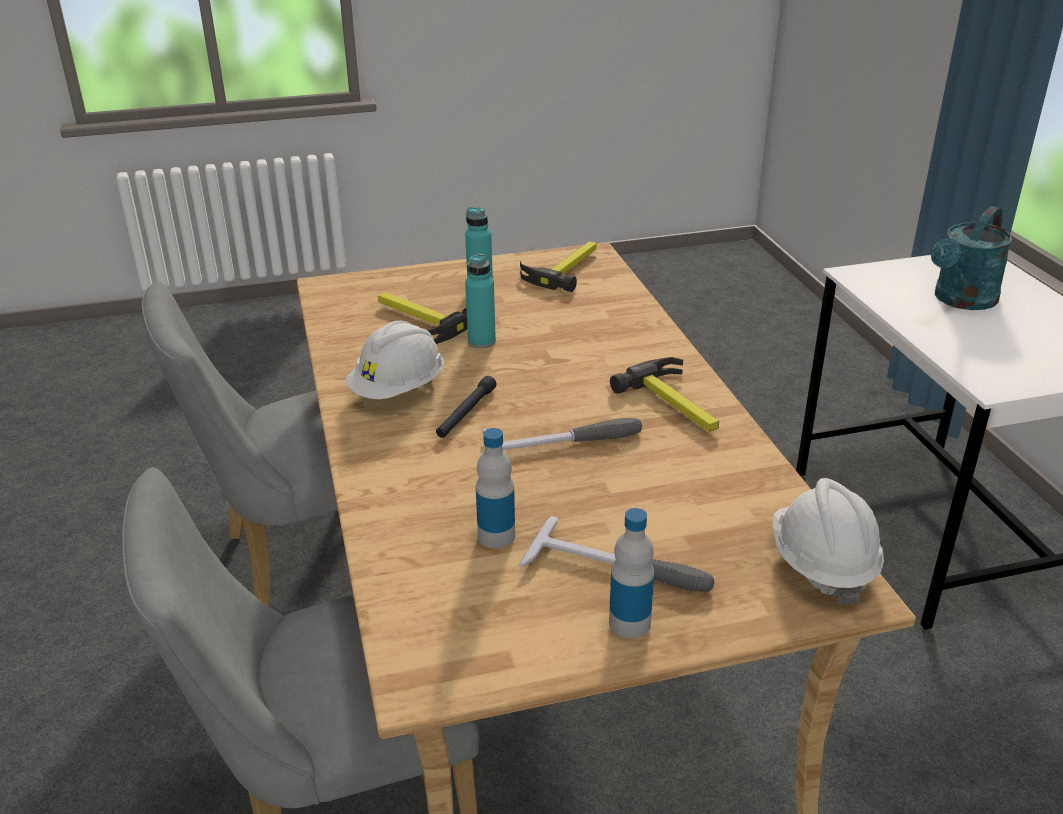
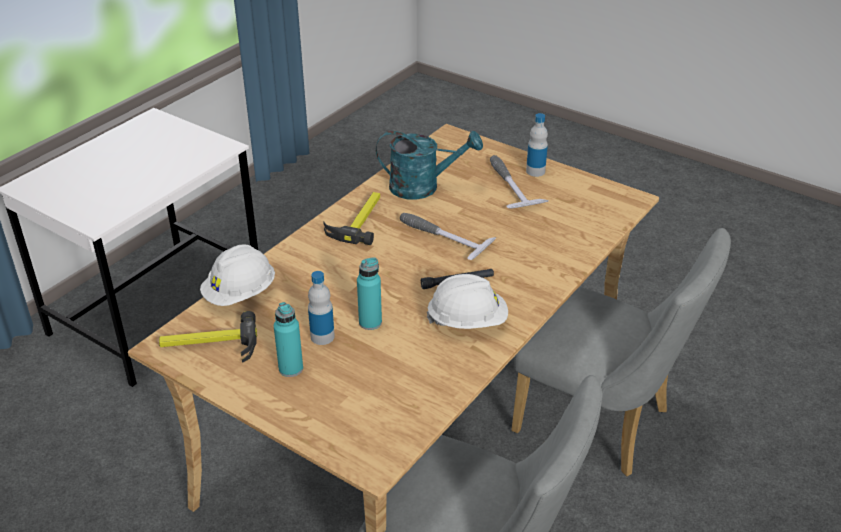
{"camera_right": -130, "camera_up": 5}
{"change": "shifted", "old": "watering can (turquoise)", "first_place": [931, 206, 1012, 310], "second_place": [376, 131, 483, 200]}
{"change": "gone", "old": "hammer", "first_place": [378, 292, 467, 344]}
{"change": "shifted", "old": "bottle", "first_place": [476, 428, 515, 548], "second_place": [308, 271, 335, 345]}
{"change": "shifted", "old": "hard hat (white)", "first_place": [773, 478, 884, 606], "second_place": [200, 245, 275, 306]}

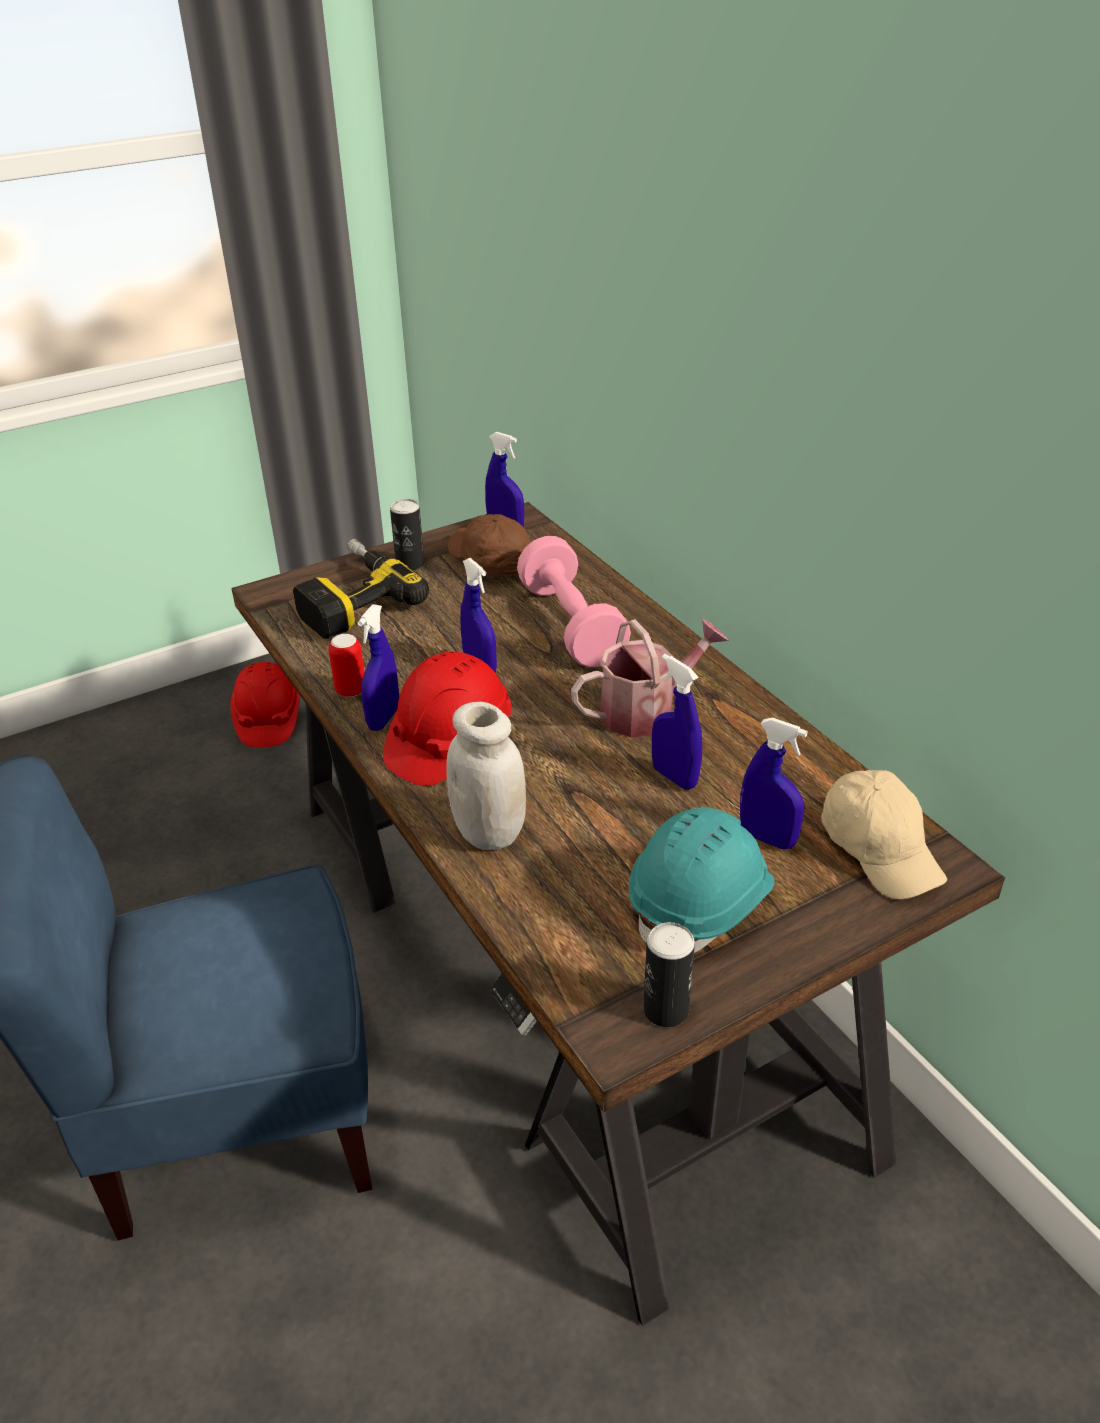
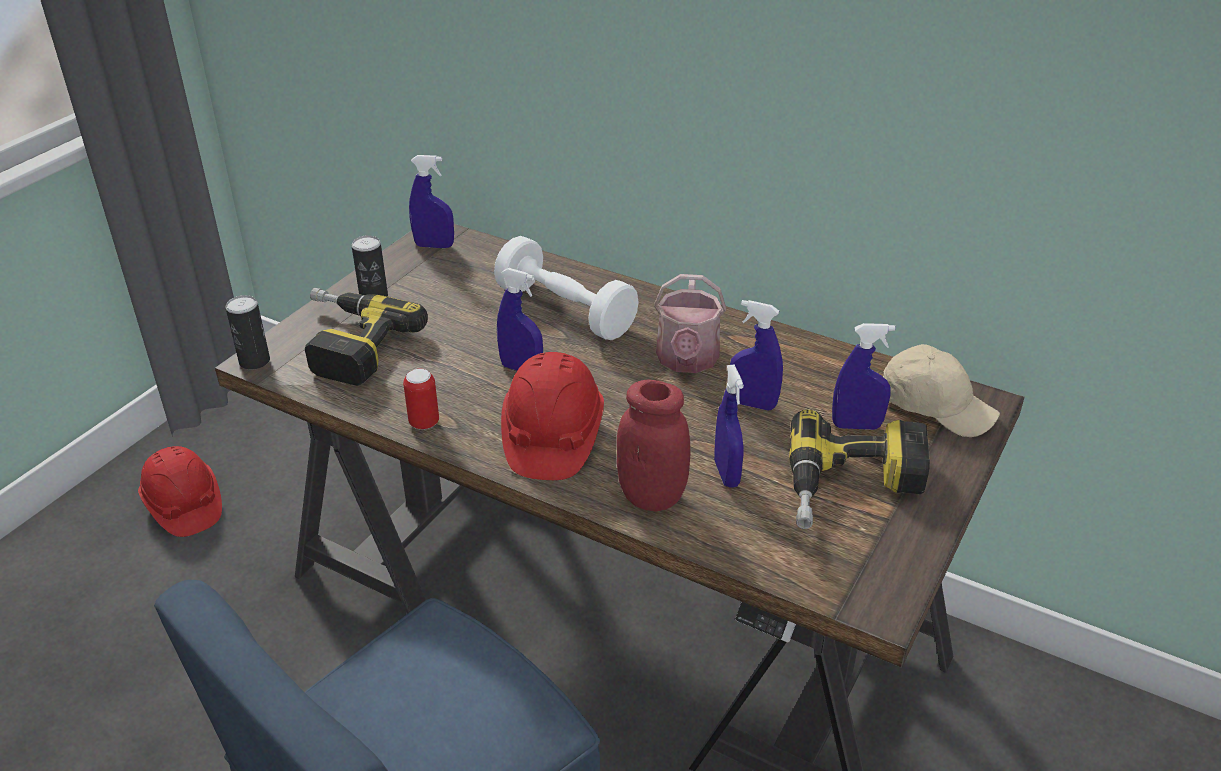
{"camera_right": -30, "camera_up": 0}
{"change": "gone", "old": "cap (brown)", "first_place": [448, 514, 530, 577]}
{"change": "repainted", "old": "dumbbell (pink)", "new": "dumbbell (white)", "first_place": [517, 536, 631, 667], "second_place": [494, 236, 639, 340]}
{"change": "shifted", "old": "spray bottle (blue)", "first_place": [358, 604, 399, 731], "second_place": [714, 365, 744, 488]}
{"change": "rotated", "old": "watering can", "first_place": [571, 619, 729, 737], "second_place": [654, 274, 726, 373], "degrees": 150}
{"change": "repainted", "old": "jar (white)", "new": "jar (red)", "first_place": [446, 702, 526, 850], "second_place": [617, 379, 691, 512]}
{"change": "swapped", "old": "hard hat (turquoise)", "new": "power drill", "first_place": [629, 807, 775, 953], "second_place": [789, 409, 930, 529]}
{"change": "shifted", "old": "can", "first_place": [643, 922, 695, 1027], "second_place": [225, 295, 270, 370]}

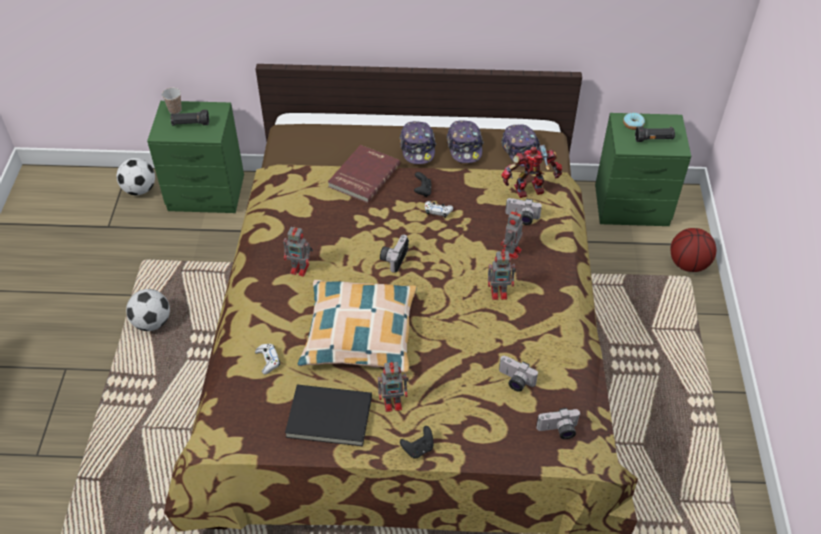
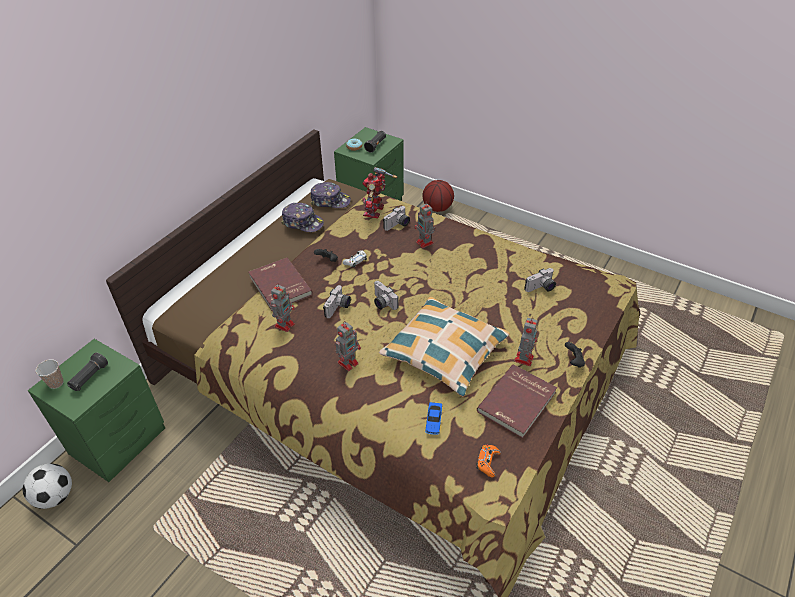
{"camera_right": -60, "camera_up": -5}
{"change": "gone", "old": "cap", "first_place": [400, 121, 436, 164]}
{"change": "shifted", "old": "toy robot", "first_place": [488, 249, 516, 300], "second_place": [271, 283, 295, 332]}
{"change": "gone", "old": "football", "first_place": [126, 289, 170, 331]}
{"change": "swapped", "old": "game controller (white)", "new": "toy car", "first_place": [255, 344, 280, 374], "second_place": [425, 402, 442, 435]}
{"change": "repainted", "old": "book (black)", "new": "book (red)", "first_place": [285, 385, 372, 446], "second_place": [477, 364, 557, 438]}
{"change": "shifted", "old": "photo camera", "first_place": [536, 408, 581, 439], "second_place": [323, 285, 351, 318]}
{"change": "new", "new": "game controller (orange)", "second_place": [476, 444, 501, 477]}

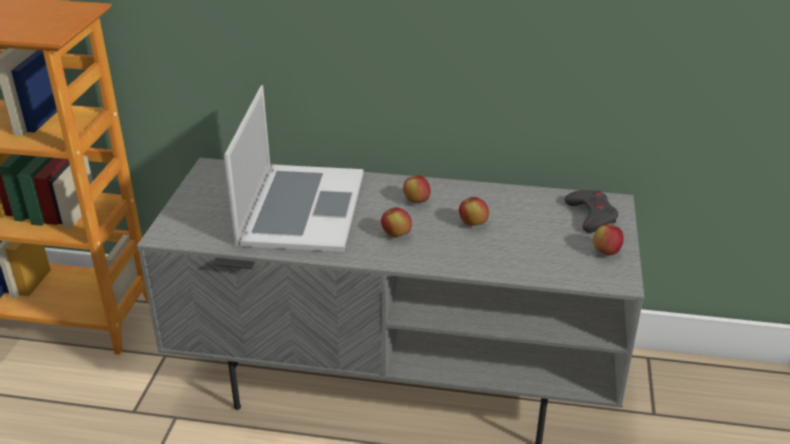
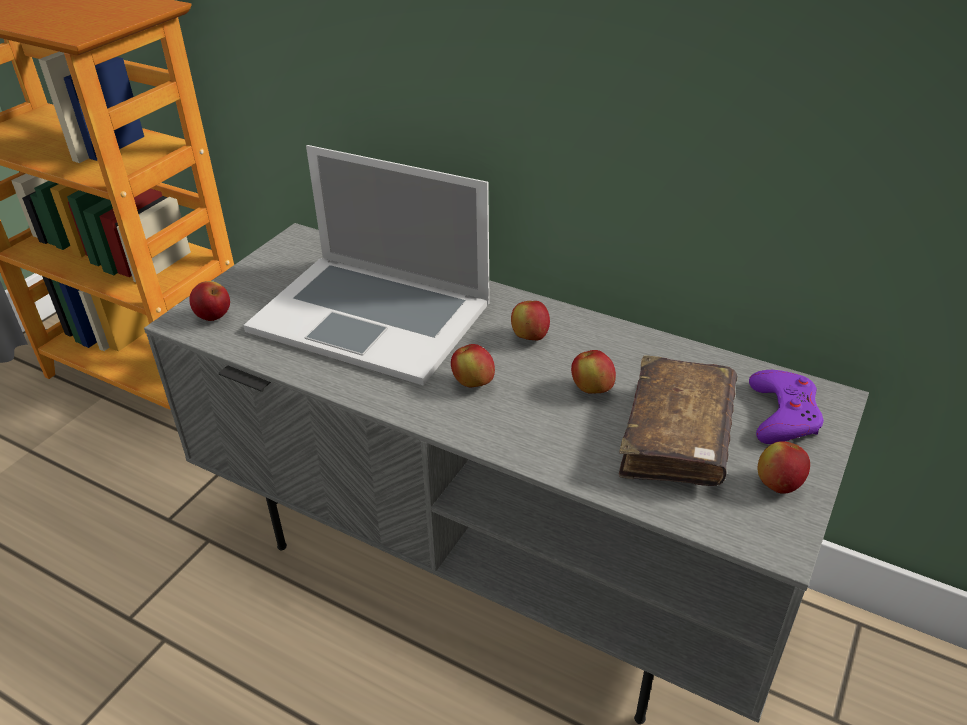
{"camera_right": 20, "camera_up": 5}
{"change": "rotated", "old": "laptop", "first_place": [224, 85, 364, 252], "second_place": [243, 145, 490, 386], "degrees": 90}
{"change": "repainted", "old": "game controller (grey)", "new": "game controller (purple)", "first_place": [565, 190, 618, 233], "second_place": [749, 370, 824, 444]}
{"change": "new", "new": "apple", "second_place": [189, 281, 230, 321]}
{"change": "new", "new": "book (brown)", "second_place": [619, 355, 738, 486]}

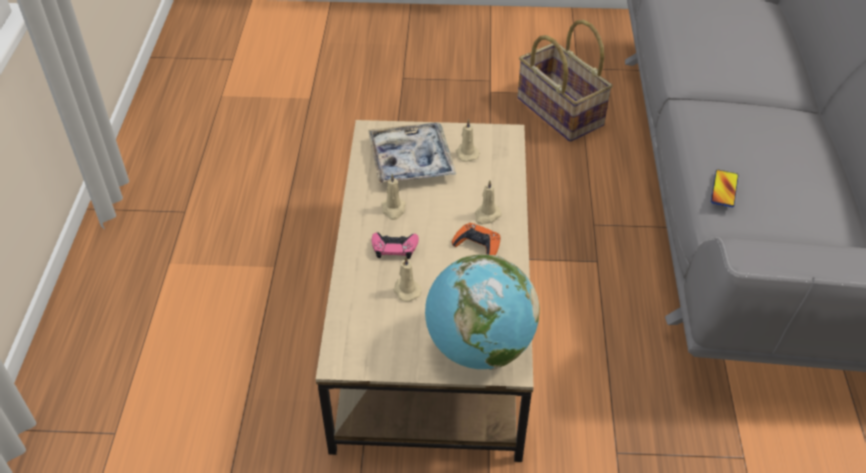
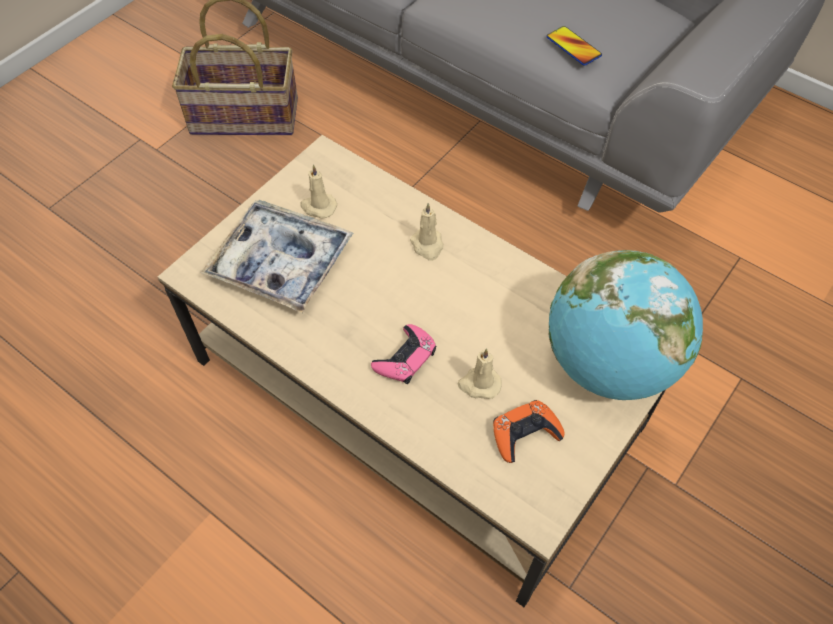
{"camera_right": -55, "camera_up": 10}
{"change": "gone", "old": "candle (beige)", "first_place": [382, 174, 406, 220]}
{"change": "shifted", "old": "game controller (orange)", "first_place": [452, 223, 500, 255], "second_place": [493, 400, 565, 463]}

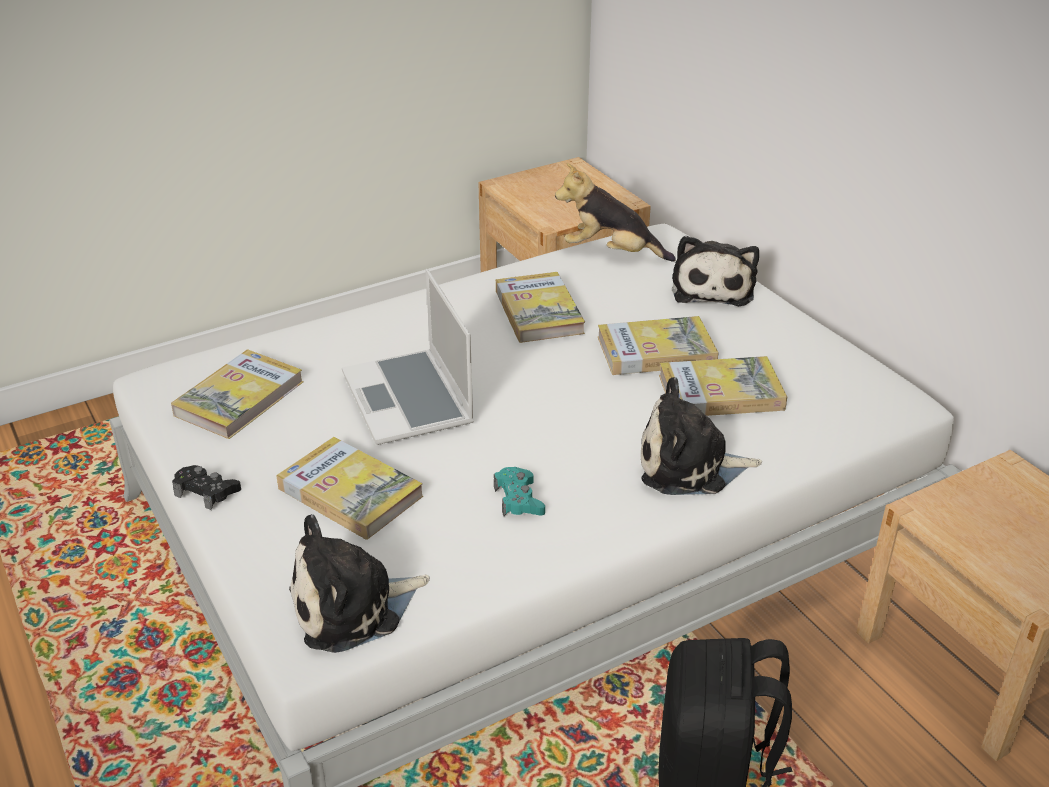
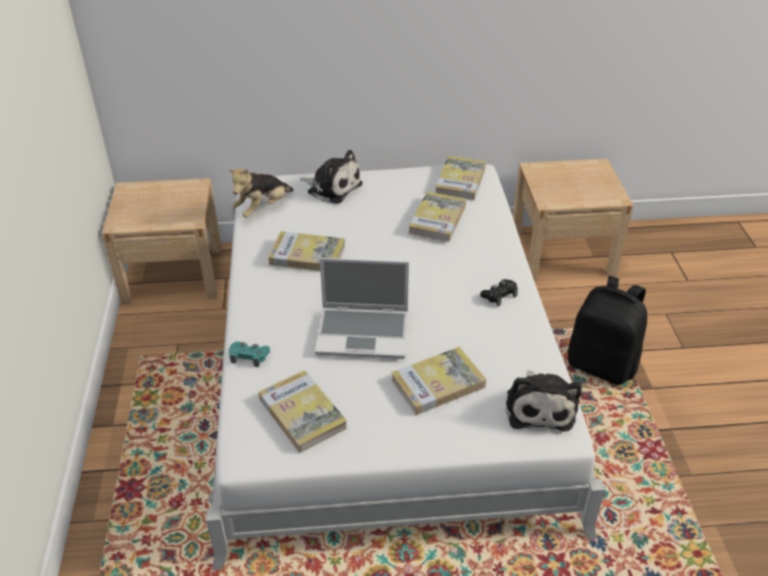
{"camera_right": -65, "camera_up": 5}
{"change": "shifted", "old": "book", "first_place": [597, 316, 719, 375], "second_place": [435, 156, 486, 200]}
{"change": "gone", "old": "plush toy", "first_place": [641, 377, 762, 495]}
{"change": "shifted", "old": "game controller (black)", "first_place": [172, 465, 241, 510], "second_place": [480, 279, 518, 307]}
{"change": "shifted", "old": "game controller (turquoise)", "first_place": [494, 467, 545, 516], "second_place": [229, 341, 270, 367]}

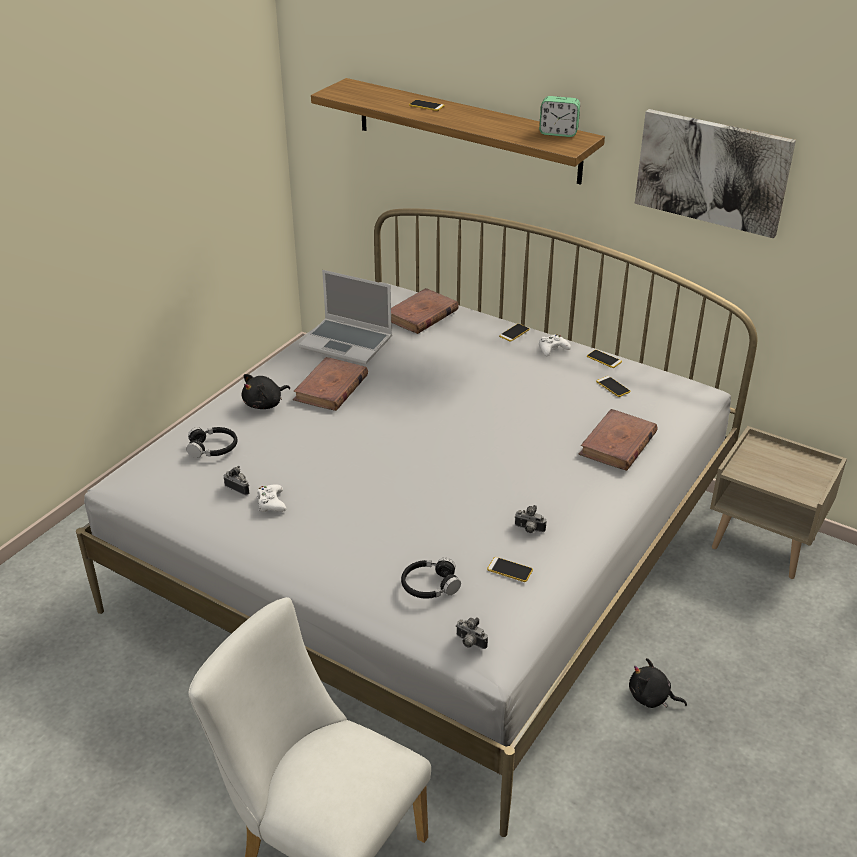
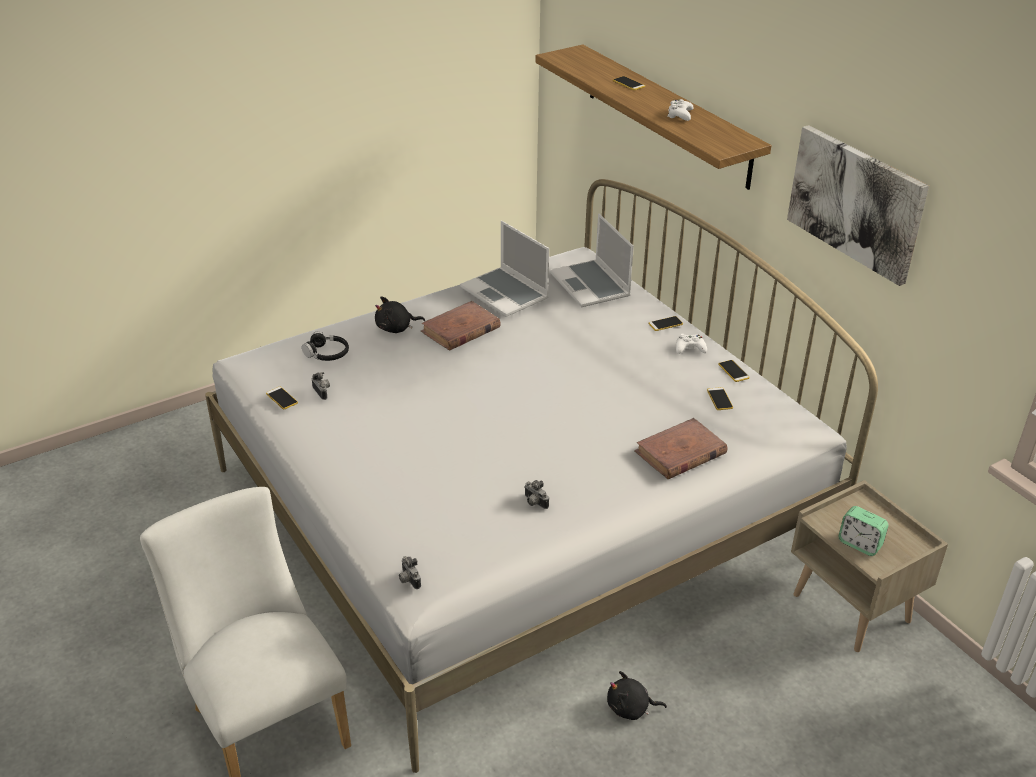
{"camera_right": 25, "camera_up": 0}
{"change": "shifted", "old": "alarm clock", "first_place": [539, 96, 580, 137], "second_place": [838, 506, 889, 556]}
{"change": "swapped", "old": "book (brown)", "new": "laptop", "first_place": [391, 288, 459, 334], "second_place": [550, 213, 634, 307]}
{"change": "shifted", "old": "game controller (white)", "first_place": [257, 484, 286, 512], "second_place": [667, 99, 694, 121]}
{"change": "shifted", "old": "phone", "first_place": [487, 557, 533, 582], "second_place": [266, 387, 298, 409]}
{"change": "gone", "old": "headphones (black)", "first_place": [401, 558, 461, 599]}
{"change": "rotated", "old": "plush toy (black)", "first_place": [629, 658, 687, 708], "second_place": [607, 671, 667, 720], "degrees": -45}

